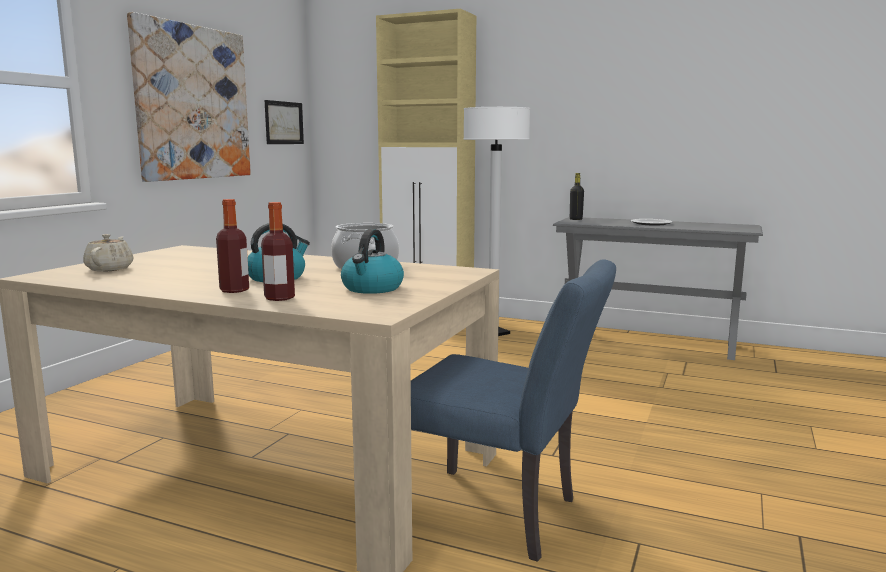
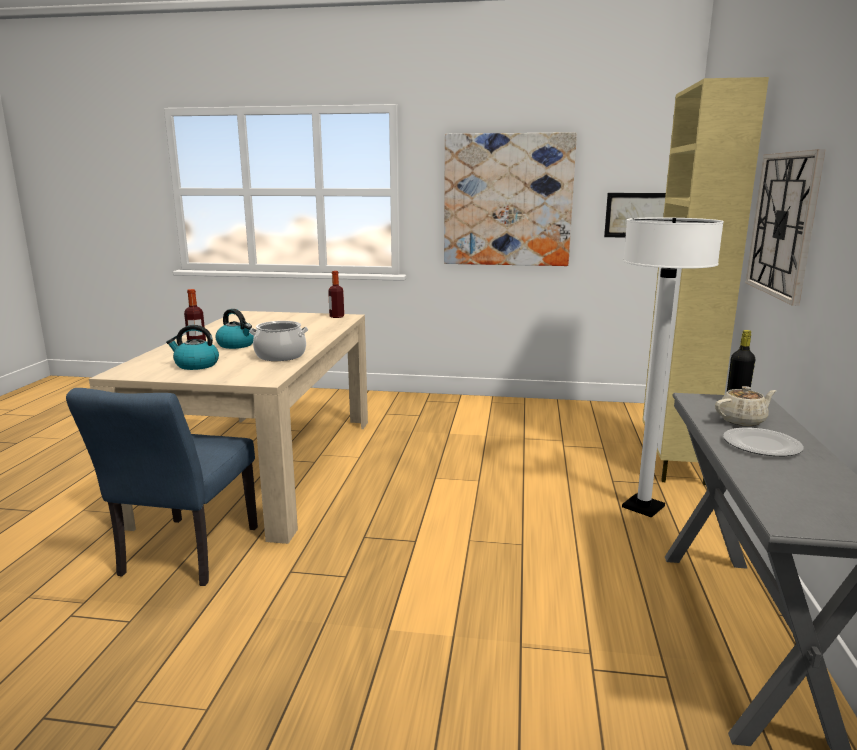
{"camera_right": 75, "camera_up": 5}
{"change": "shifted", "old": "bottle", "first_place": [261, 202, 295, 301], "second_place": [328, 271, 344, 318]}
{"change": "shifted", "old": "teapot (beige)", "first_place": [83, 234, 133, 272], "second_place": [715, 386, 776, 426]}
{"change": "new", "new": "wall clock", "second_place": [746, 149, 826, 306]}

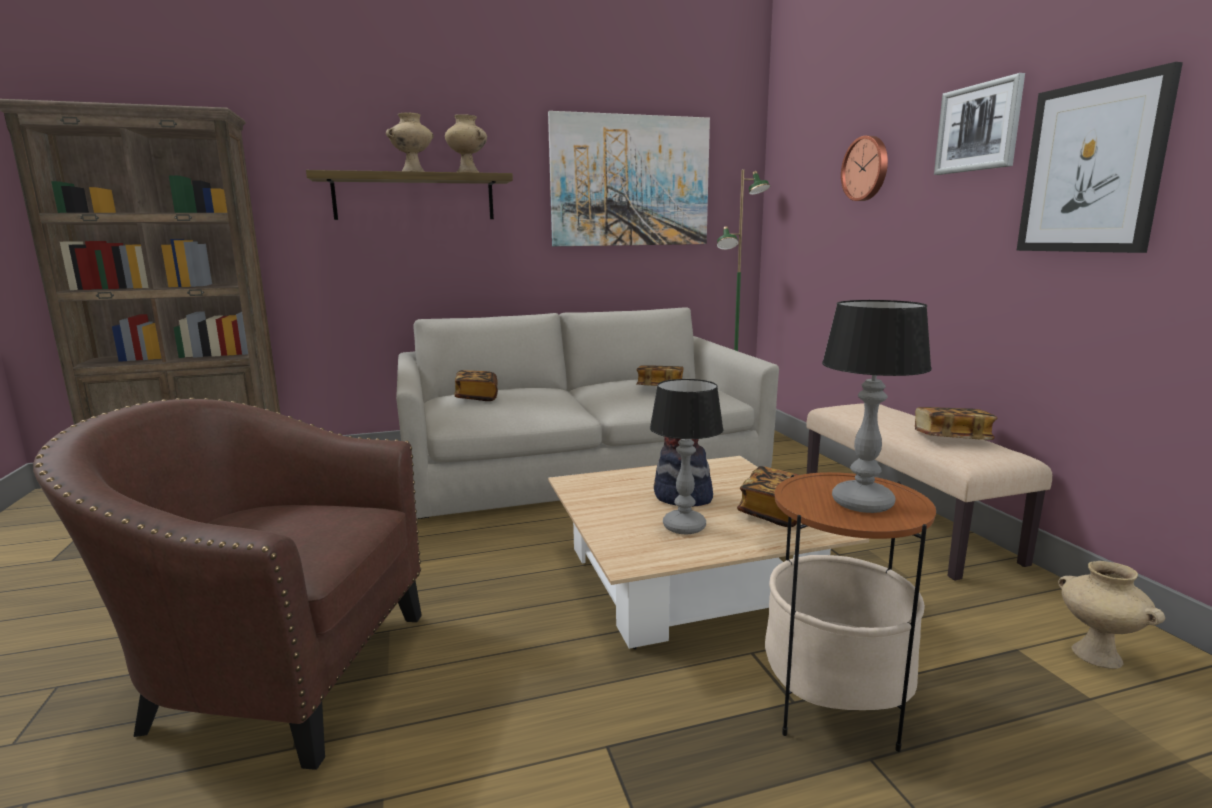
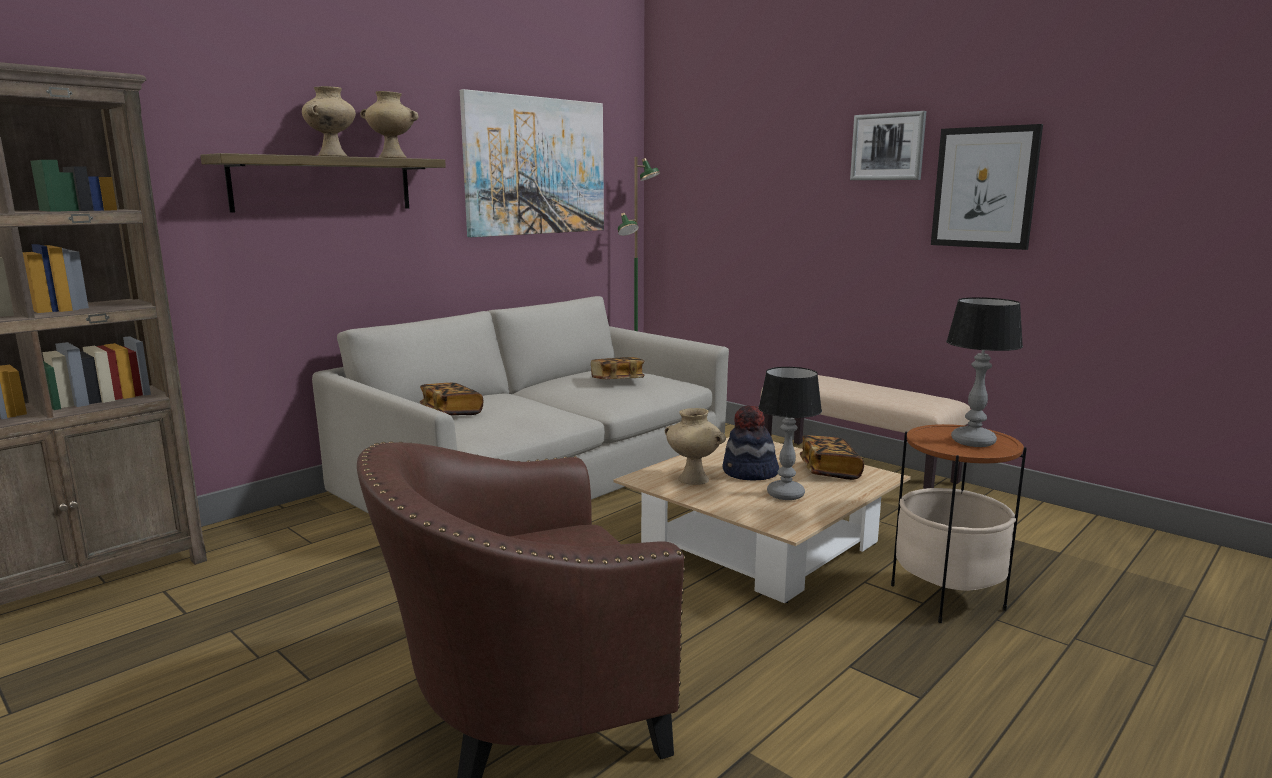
{"camera_right": -30, "camera_up": 0}
{"change": "gone", "old": "wall clock", "first_place": [841, 136, 888, 201]}
{"change": "gone", "old": "book", "first_place": [915, 407, 997, 440]}
{"change": "shifted", "old": "vase (beige)", "first_place": [1058, 561, 1165, 669], "second_place": [665, 408, 726, 485]}

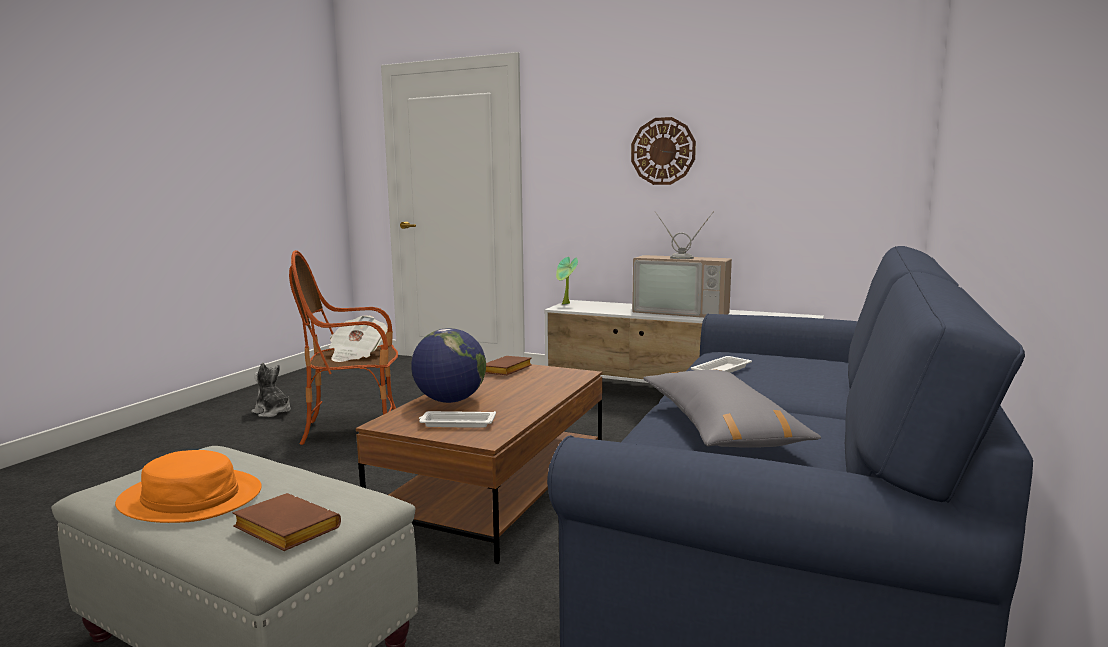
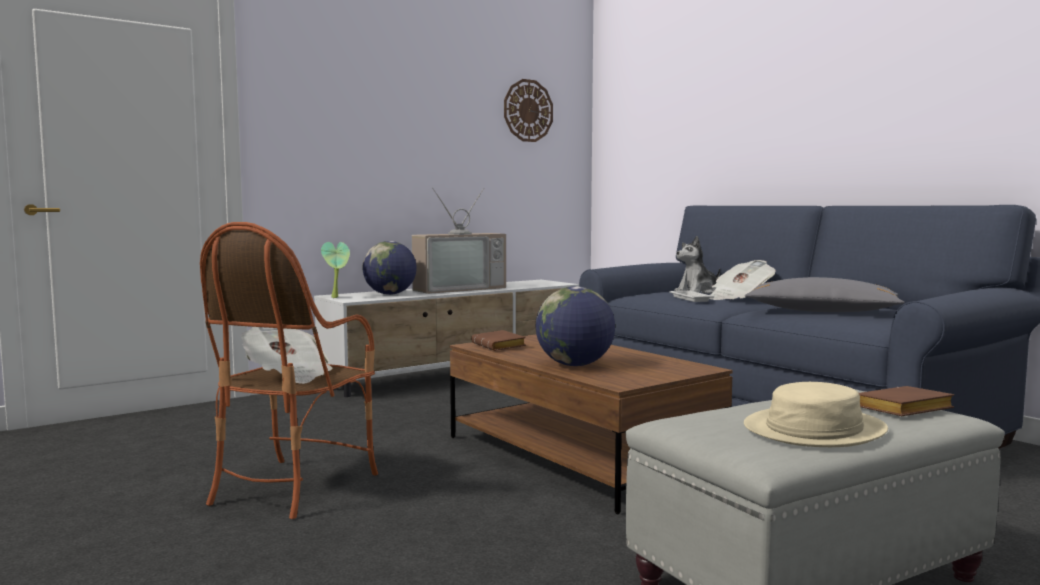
{"camera_right": -60, "camera_up": -5}
{"change": "shifted", "old": "wall clock", "first_place": [631, 117, 696, 185], "second_place": [504, 79, 553, 142]}
{"change": "shifted", "old": "plush toy", "first_place": [252, 362, 291, 417], "second_place": [674, 236, 720, 294]}
{"change": "gone", "old": "tray (white)", "first_place": [419, 411, 496, 428]}
{"change": "repainted", "old": "hat (orange)", "new": "hat (beige)", "first_place": [115, 450, 262, 523], "second_place": [744, 382, 888, 447]}
{"change": "new", "new": "globe", "second_place": [362, 241, 416, 295]}
{"change": "new", "new": "newspaper", "second_place": [709, 260, 776, 300]}

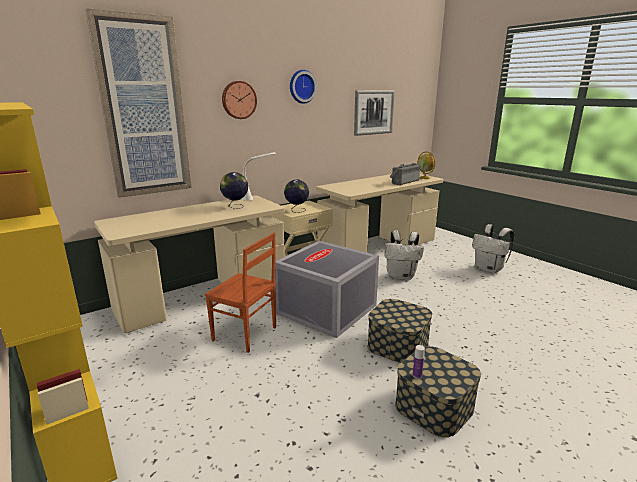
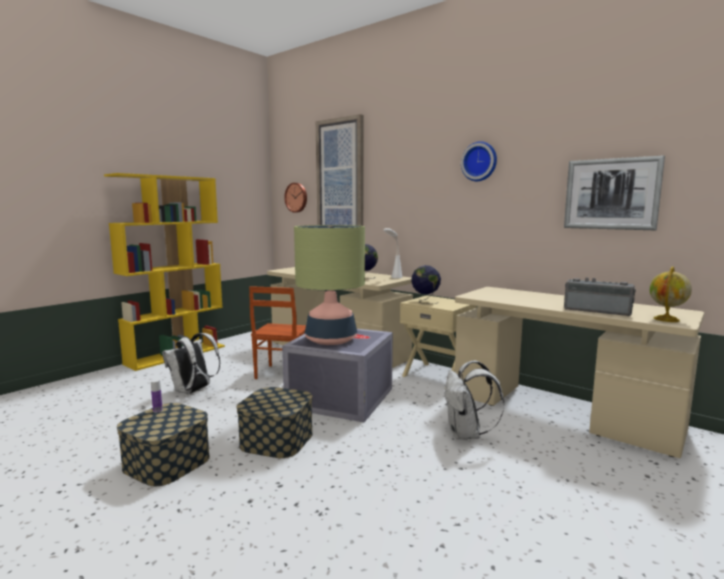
{"camera_right": 75, "camera_up": -10}
{"change": "shifted", "old": "wall clock", "first_place": [222, 81, 257, 119], "second_place": [284, 183, 307, 213]}
{"change": "shifted", "old": "backpack (white)", "first_place": [472, 224, 515, 273], "second_place": [162, 333, 221, 394]}
{"change": "new", "new": "table lamp", "second_place": [294, 225, 365, 345]}

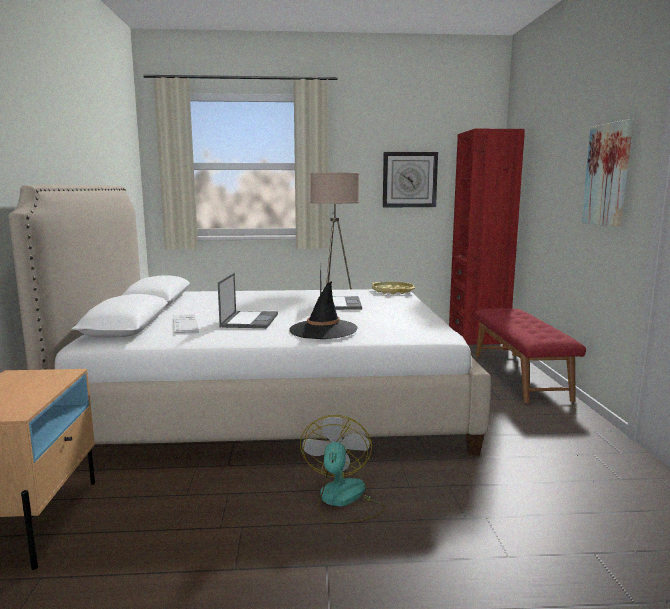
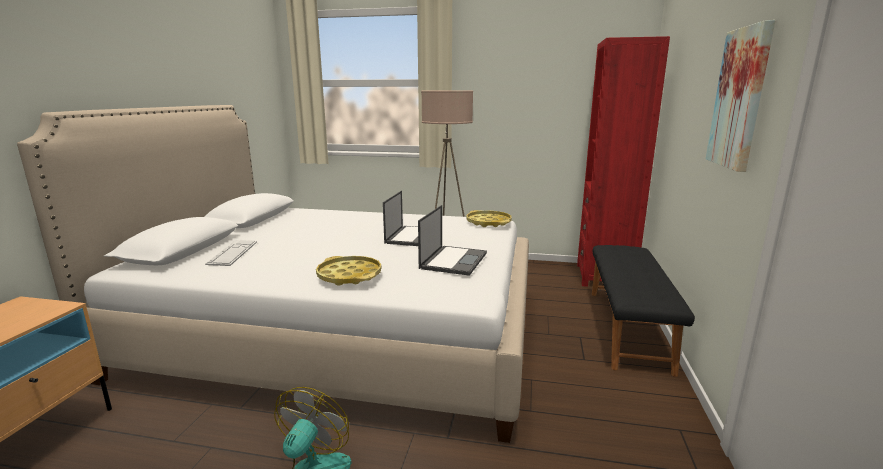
{"camera_right": 15, "camera_up": 5}
{"change": "gone", "old": "wall clock", "first_place": [383, 152, 438, 207]}
{"change": "shifted", "old": "laptop", "first_place": [218, 273, 278, 328], "second_place": [418, 205, 487, 276]}
{"change": "swapped", "old": "hat (black)", "new": "tray (yellow)", "first_place": [290, 281, 358, 339], "second_place": [316, 256, 381, 286]}
{"change": "repainted", "old": "bench (red)", "new": "bench (black)", "first_place": [474, 308, 586, 403], "second_place": [592, 245, 695, 377]}

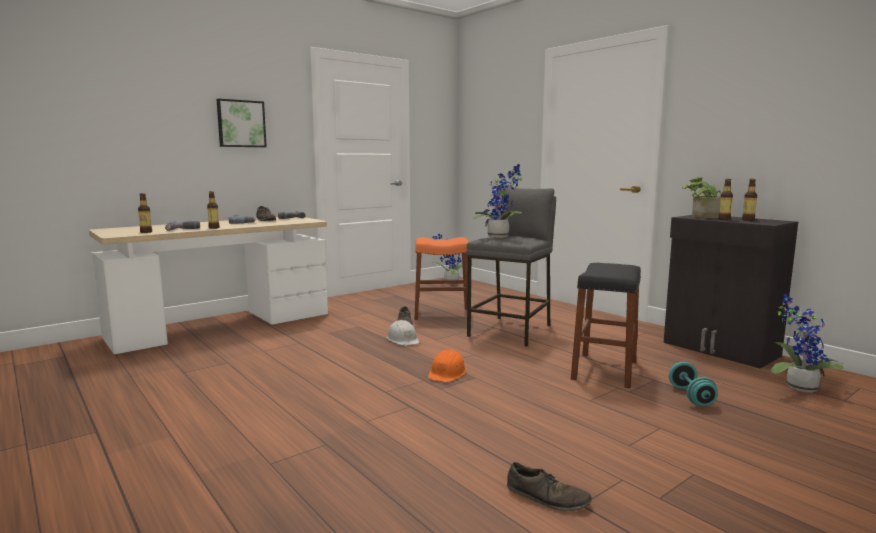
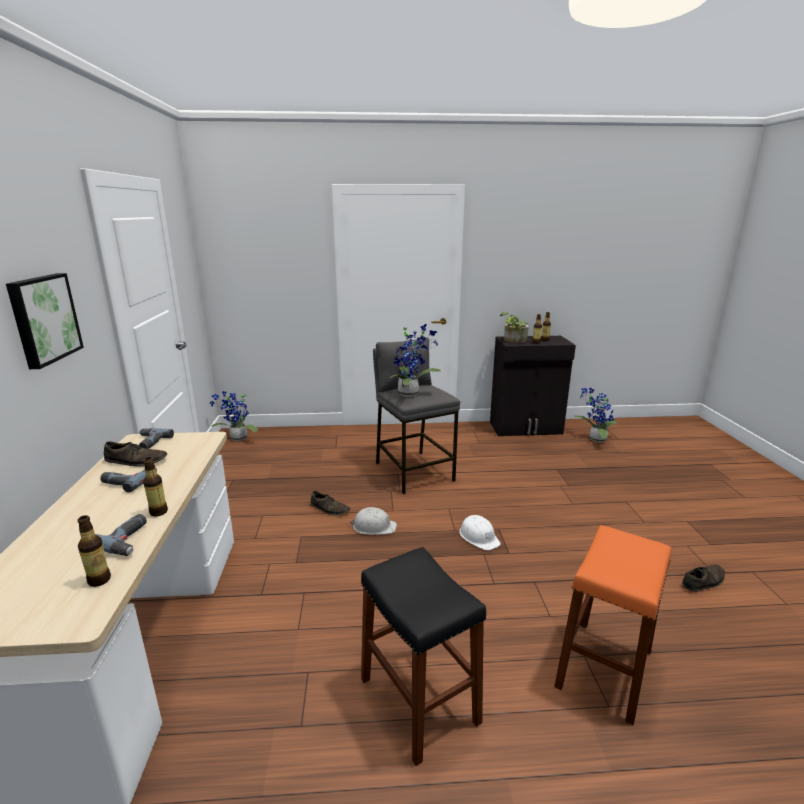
{"camera_right": -55, "camera_up": 10}
{"change": "shifted", "old": "stool (orange)", "first_place": [415, 237, 469, 320], "second_place": [554, 525, 671, 725]}
{"change": "shifted", "old": "stool (black)", "first_place": [571, 263, 641, 388], "second_place": [361, 547, 486, 766]}
{"change": "repainted", "old": "hard hat (orange)", "new": "hard hat (white)", "first_place": [428, 349, 466, 382], "second_place": [459, 515, 501, 550]}
{"change": "gone", "old": "dumbbell (turquoise)", "first_place": [669, 362, 718, 406]}

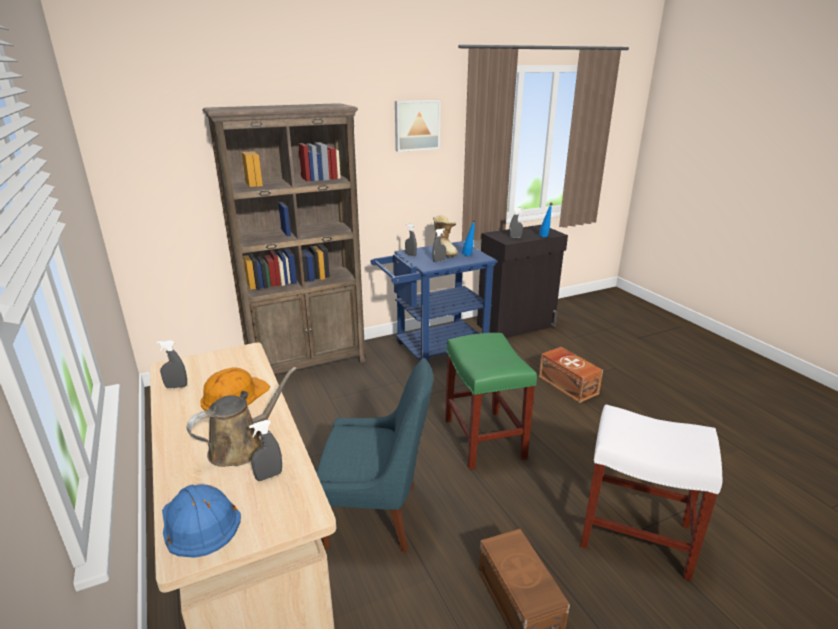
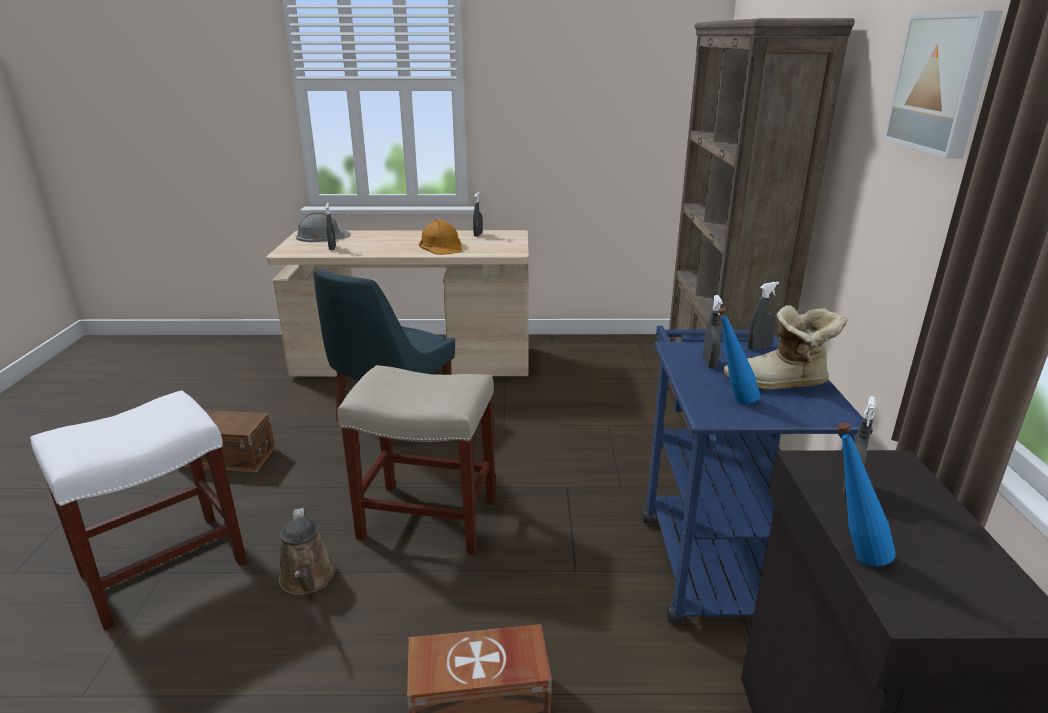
{"camera_right": 115, "camera_up": 0}
{"change": "repainted", "old": "stool (green)", "new": "stool (beige)", "first_place": [445, 333, 537, 470], "second_place": [337, 365, 496, 555]}
{"change": "shifted", "old": "watering can (brown)", "first_place": [187, 367, 297, 467], "second_place": [279, 508, 336, 595]}
{"change": "repainted", "old": "hard hat (blue)", "new": "hard hat (grey)", "first_place": [162, 484, 241, 558], "second_place": [296, 212, 351, 242]}

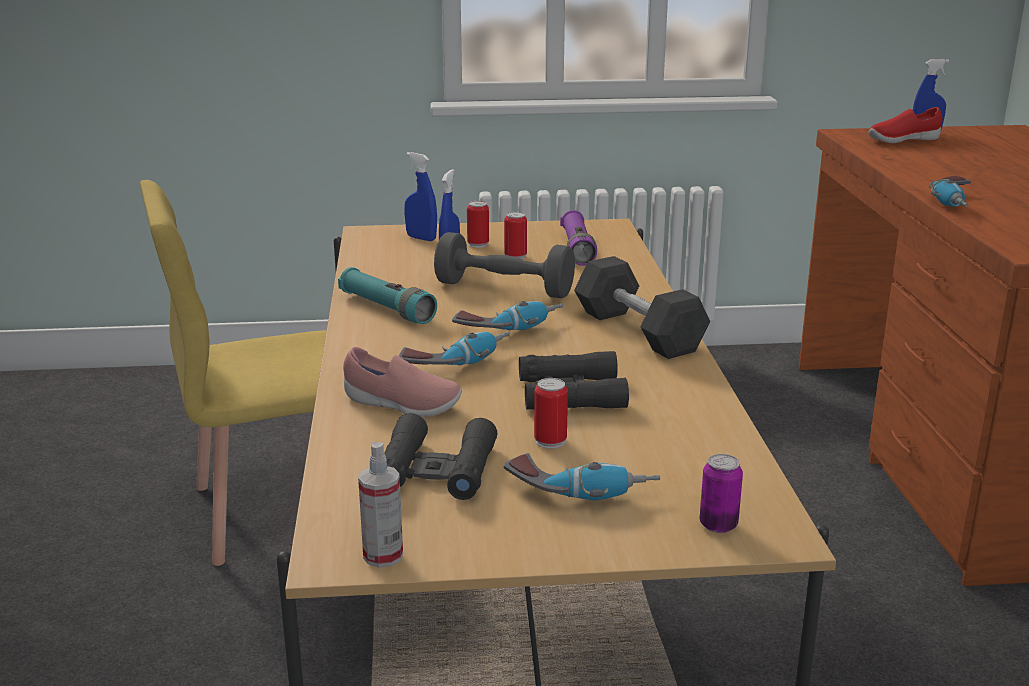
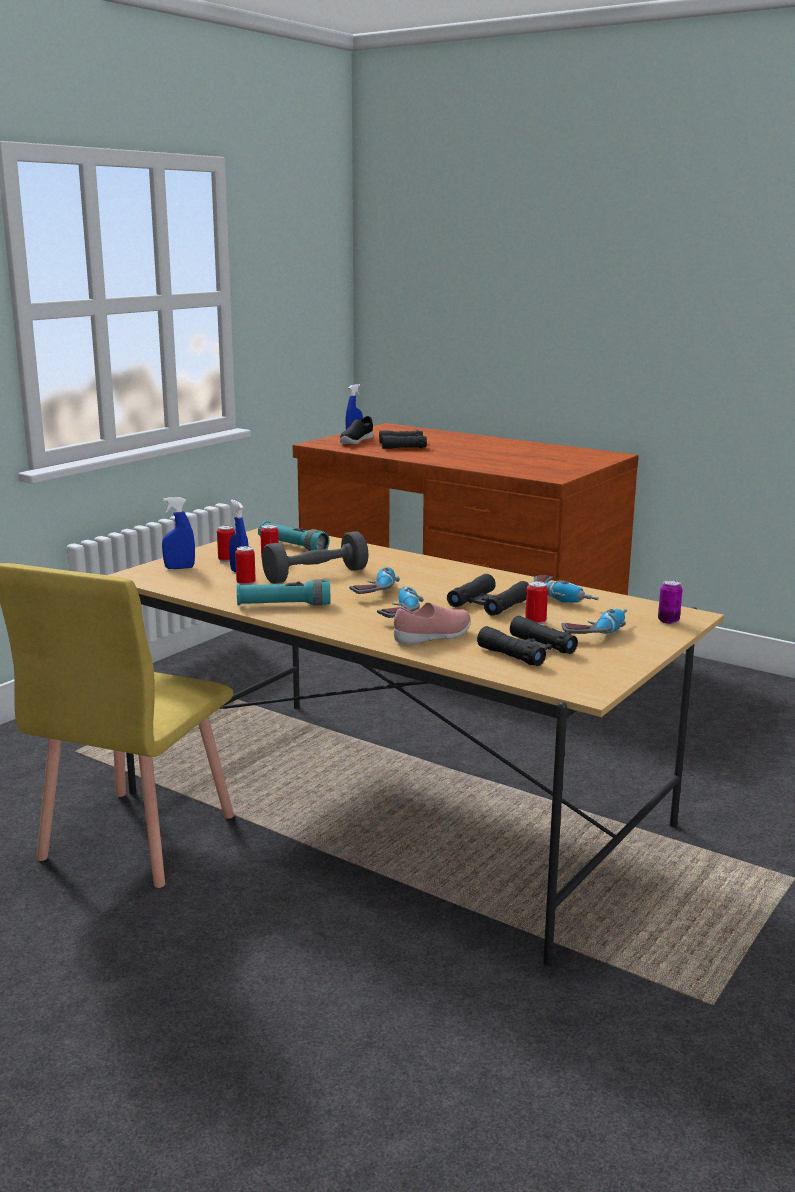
{"camera_right": -50, "camera_up": -5}
{"change": "repainted", "old": "shoe (red)", "new": "shoe (black)", "first_place": [868, 107, 942, 143], "second_place": [340, 416, 373, 444]}
{"change": "shifted", "old": "power drill", "first_place": [929, 176, 971, 207], "second_place": [534, 575, 599, 603]}
{"change": "repainted", "old": "flashlight (purple)", "new": "flashlight (turquoise)", "first_place": [560, 210, 597, 266], "second_place": [258, 521, 330, 551]}
{"change": "gone", "old": "dumbbell (black)", "first_place": [574, 256, 710, 359]}
{"change": "gone", "old": "spray bottle", "first_place": [358, 442, 403, 568]}
{"change": "new", "new": "binoculars (black)", "second_place": [379, 430, 427, 449]}
{"change": "new", "new": "can", "second_place": [235, 546, 256, 585]}

